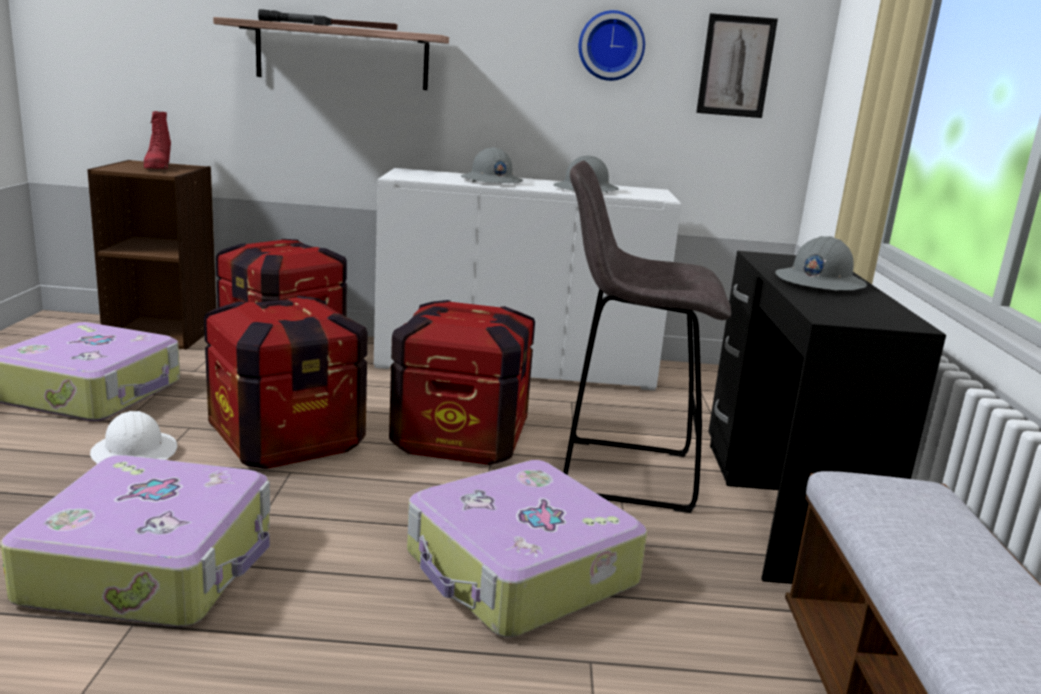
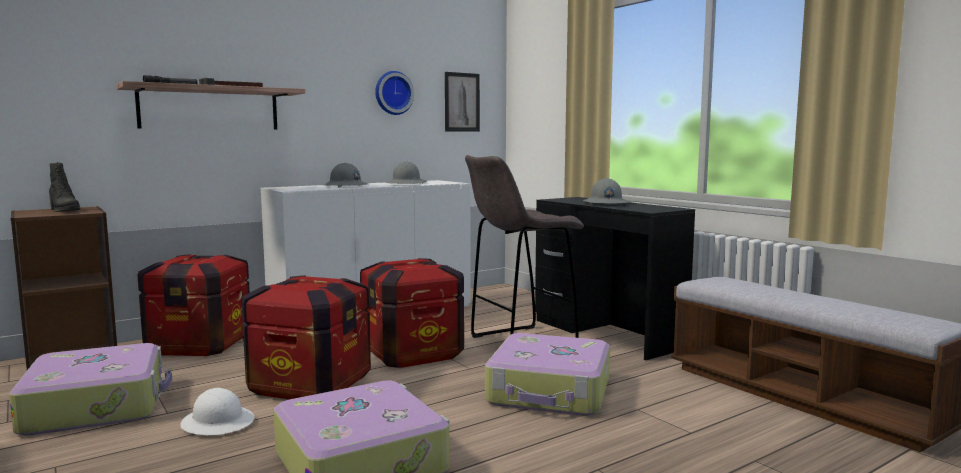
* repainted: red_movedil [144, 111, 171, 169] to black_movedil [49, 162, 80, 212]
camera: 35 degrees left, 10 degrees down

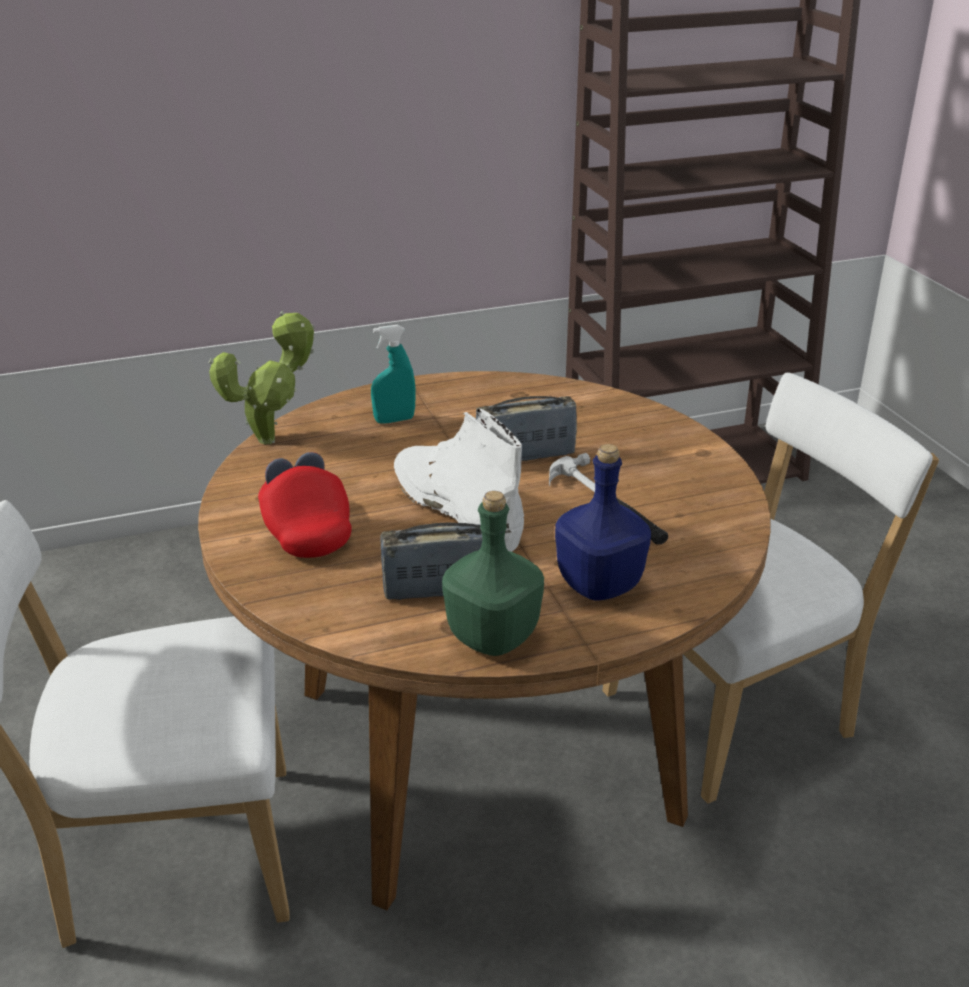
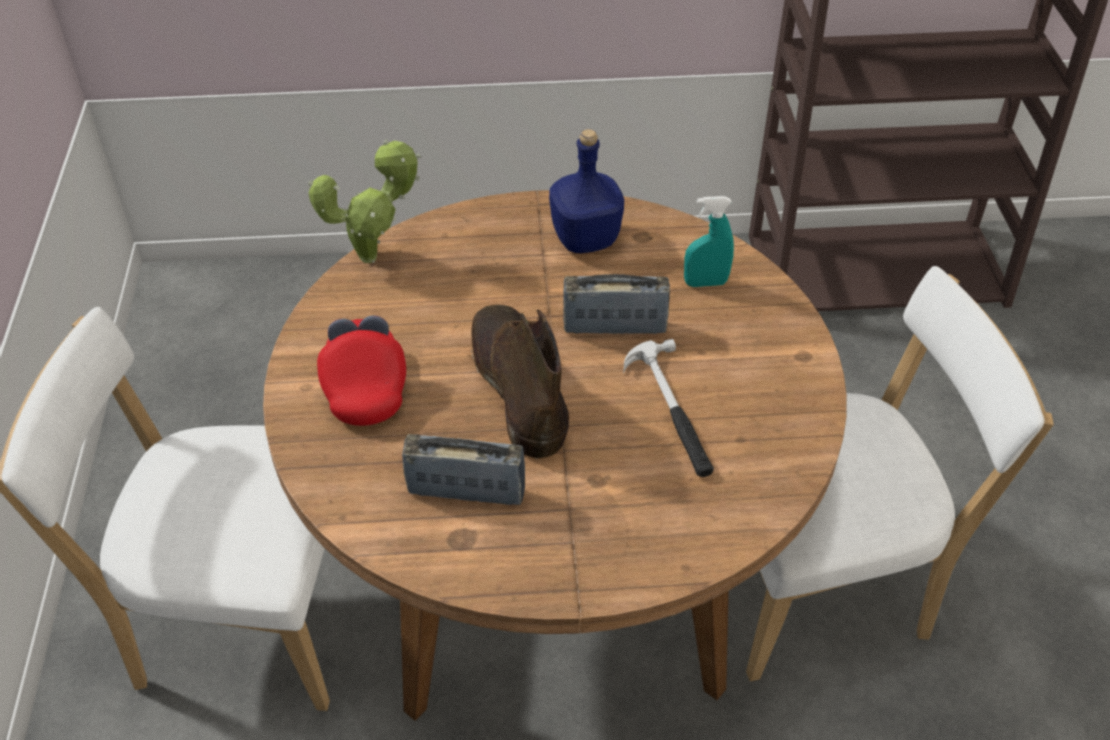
* shifted: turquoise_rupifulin [371, 325, 416, 424] to [684, 196, 734, 287]
* repainted: white_movedil [394, 409, 524, 552] to brown_movedil [471, 305, 569, 459]
* gone: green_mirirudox [442, 491, 544, 656]
* shifted: blue_mirirudox [555, 444, 651, 601] to [549, 129, 624, 253]
camera: 15 degrees right, 15 degrees up

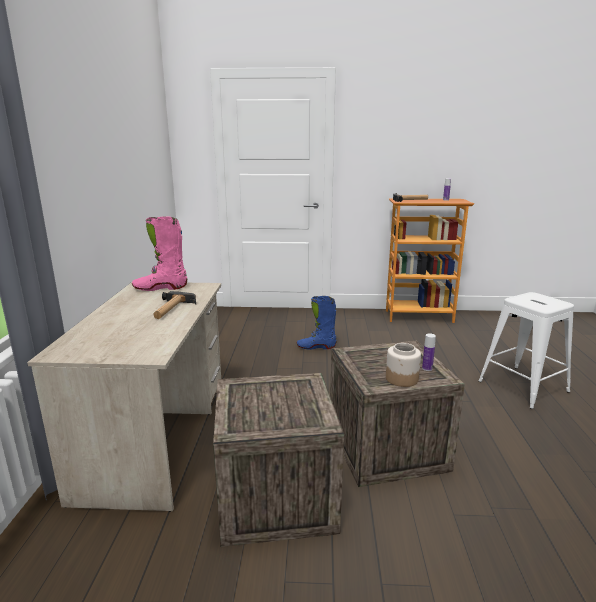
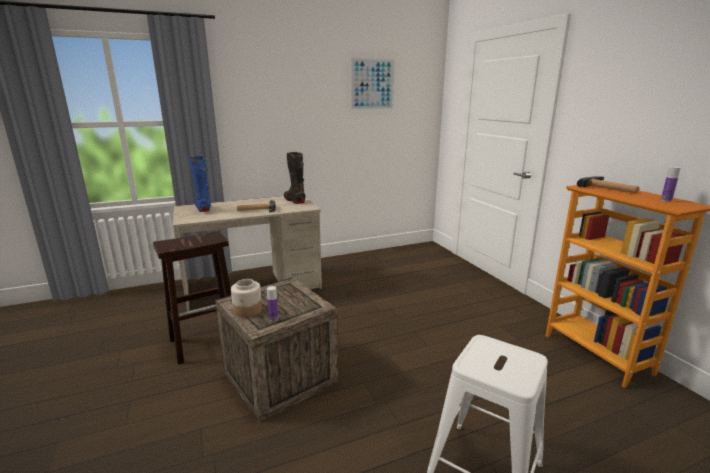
* repainted: pink_movedil [132, 216, 187, 291] to black_movedil [284, 152, 306, 204]
* swapped: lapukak [213, 373, 344, 547] to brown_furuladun [153, 231, 231, 365]
* shifted: blue_movedil [297, 296, 337, 350] to [188, 156, 211, 212]
* new: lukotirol [350, 58, 395, 110]
camera: 65 degrees right, 0 degrees up

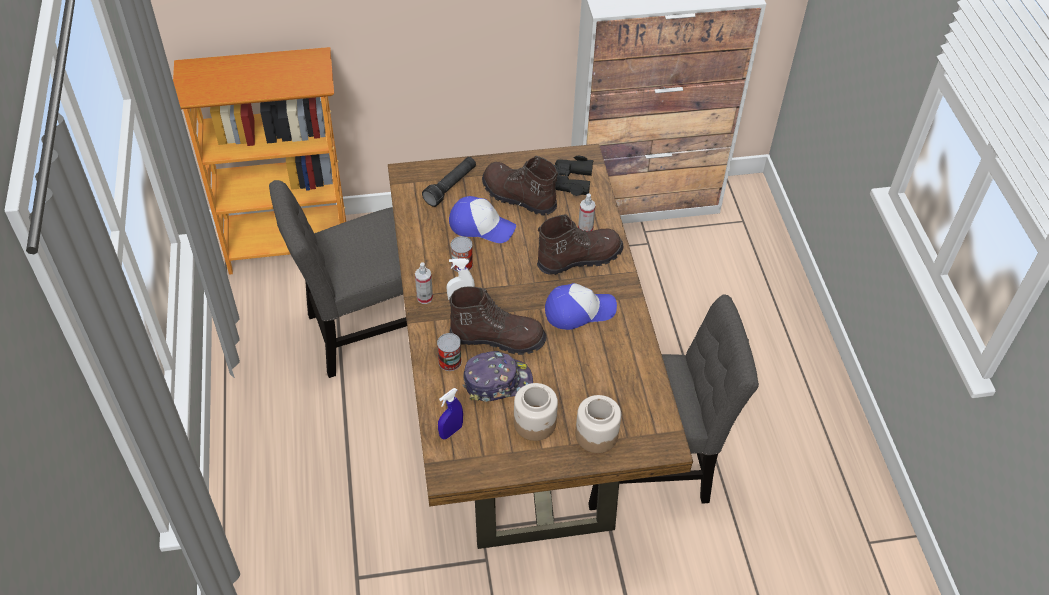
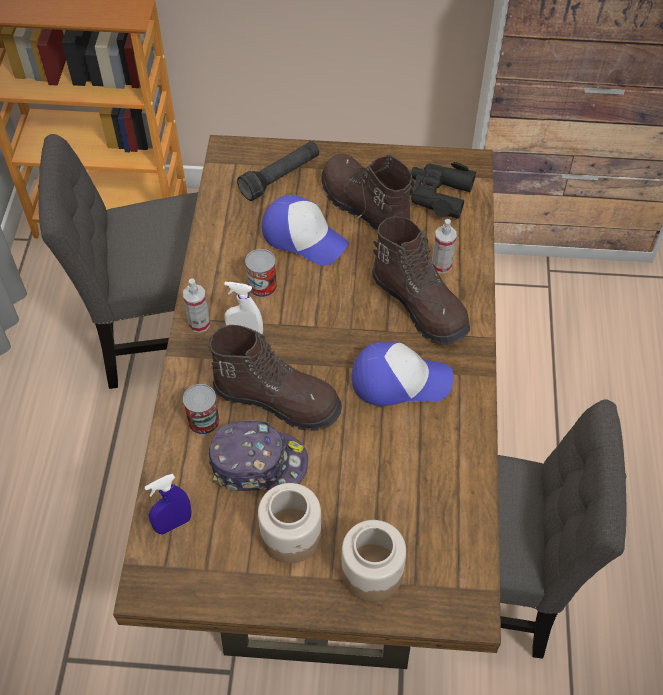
* rotated: brown_movedil [537, 214, 623, 275] = [372, 216, 470, 345] 60 degrees clockwise
camera: 15 degrees right, 5 degrees up

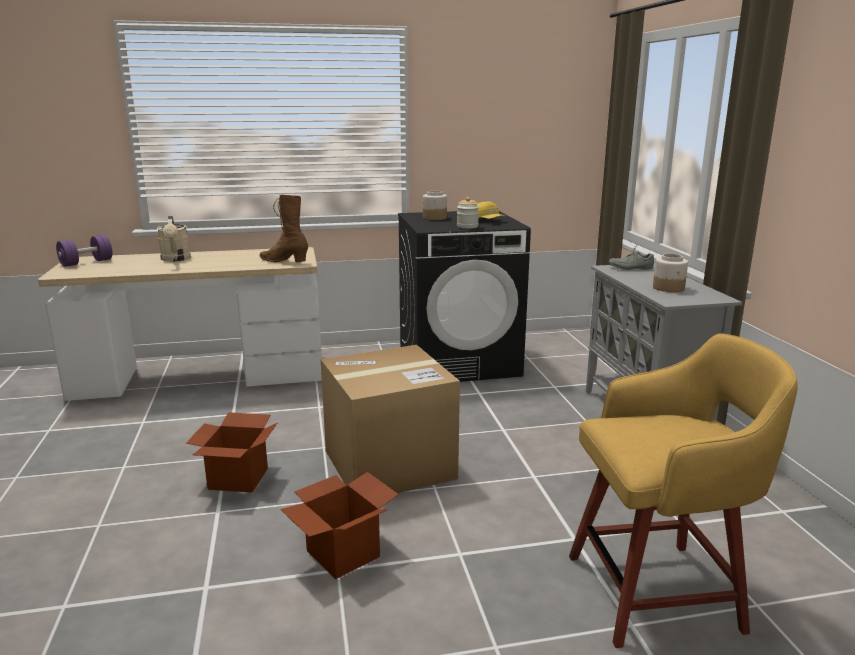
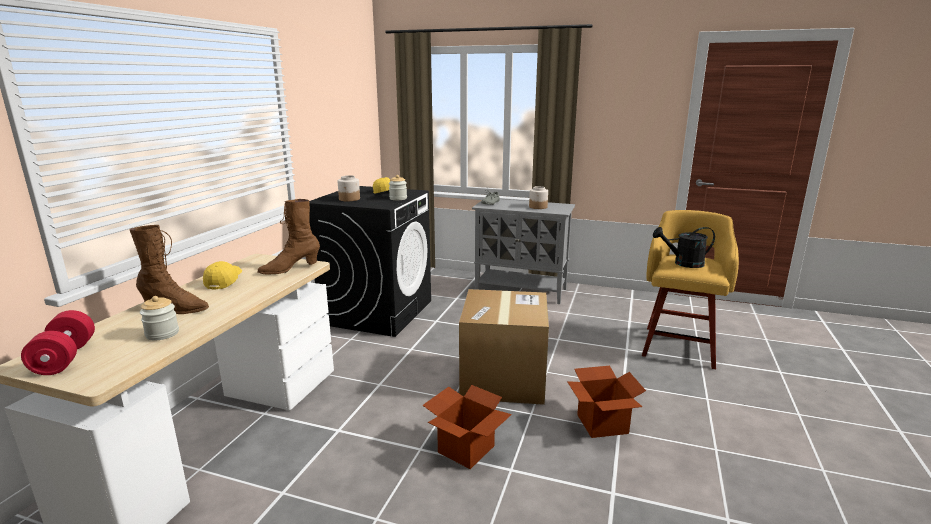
* repainted: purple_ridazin [56, 235, 112, 267] to red_ridazin [21, 310, 95, 375]
* swapped: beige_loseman [157, 216, 191, 262] to brown_movedil [129, 225, 209, 314]
* new: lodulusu [140, 296, 179, 340]
* new: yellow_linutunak [203, 261, 242, 290]
* new: black_loseman [653, 227, 715, 268]
camera: 60 degrees left, 0 degrees up

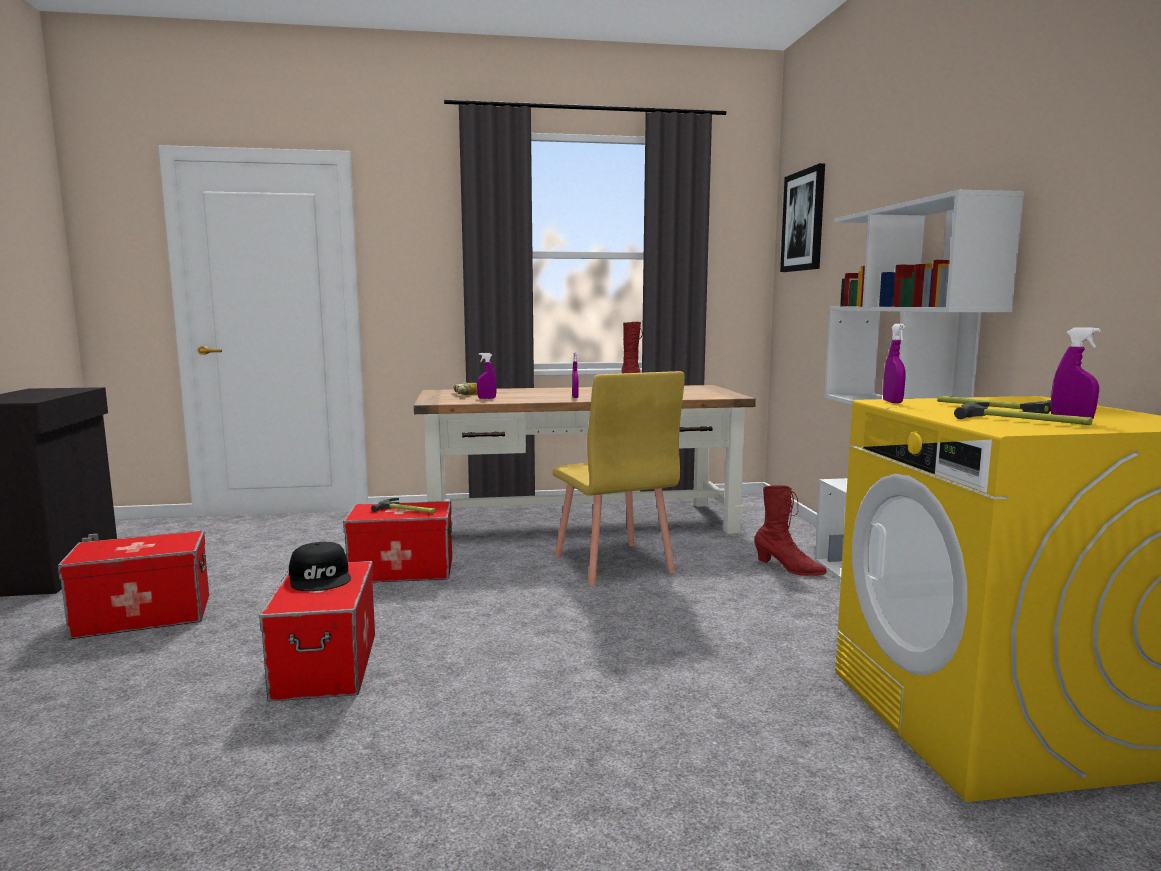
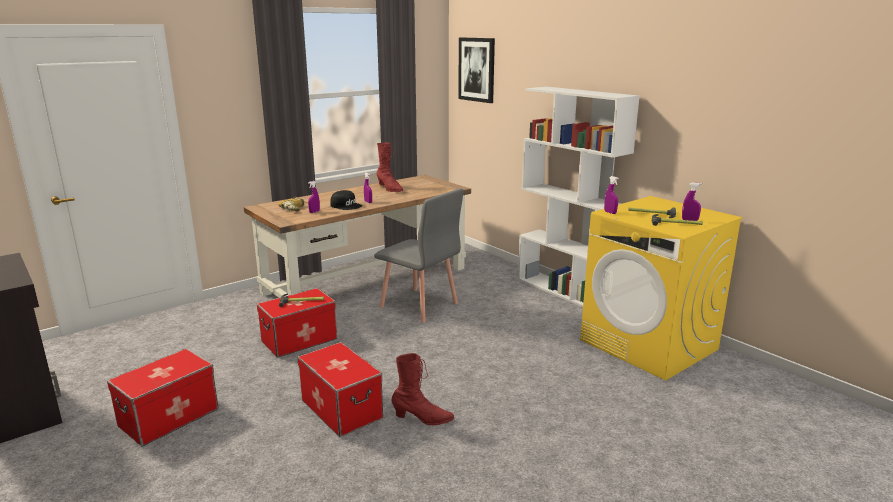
* shifted: black_linutunak [289, 542, 351, 591] to [330, 190, 362, 210]
* repainted: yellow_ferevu [552, 371, 685, 586] to grey_ferevu [374, 188, 464, 322]
* shifted: red_movedil [754, 485, 827, 576] to [392, 353, 454, 425]
camera: 30 degrees left, 10 degrees up

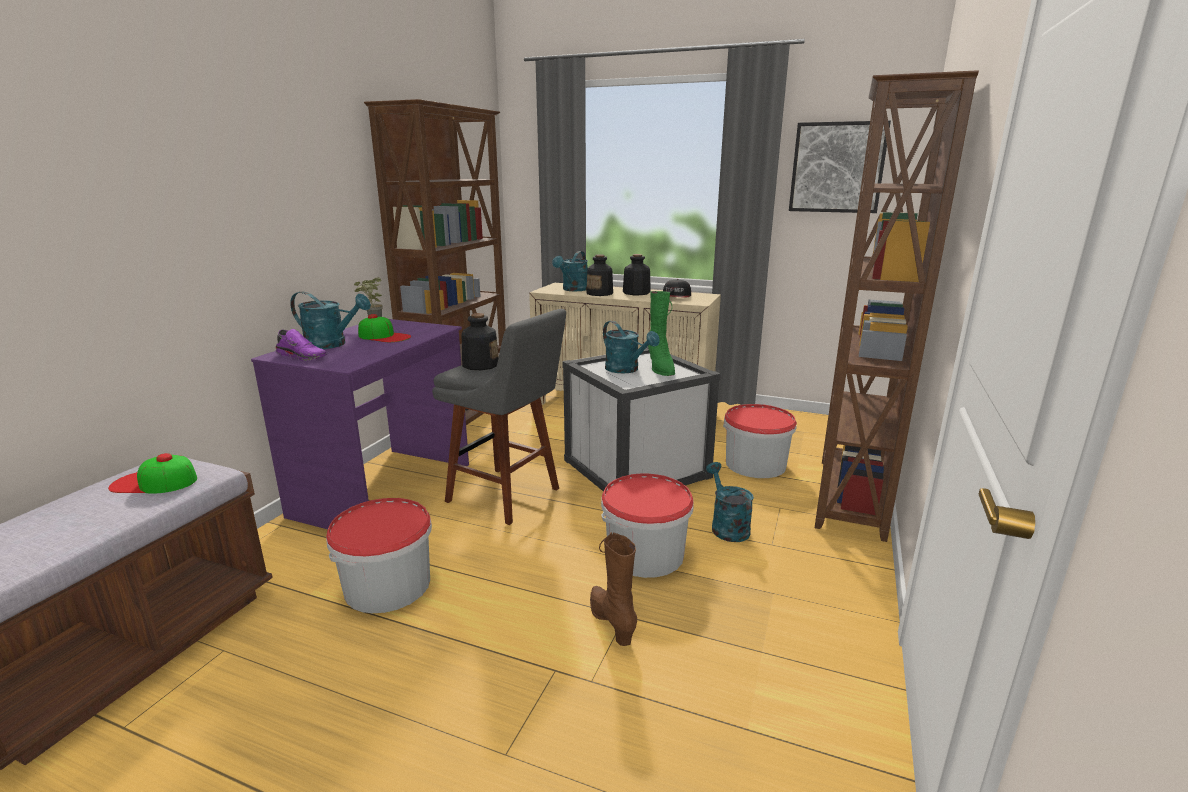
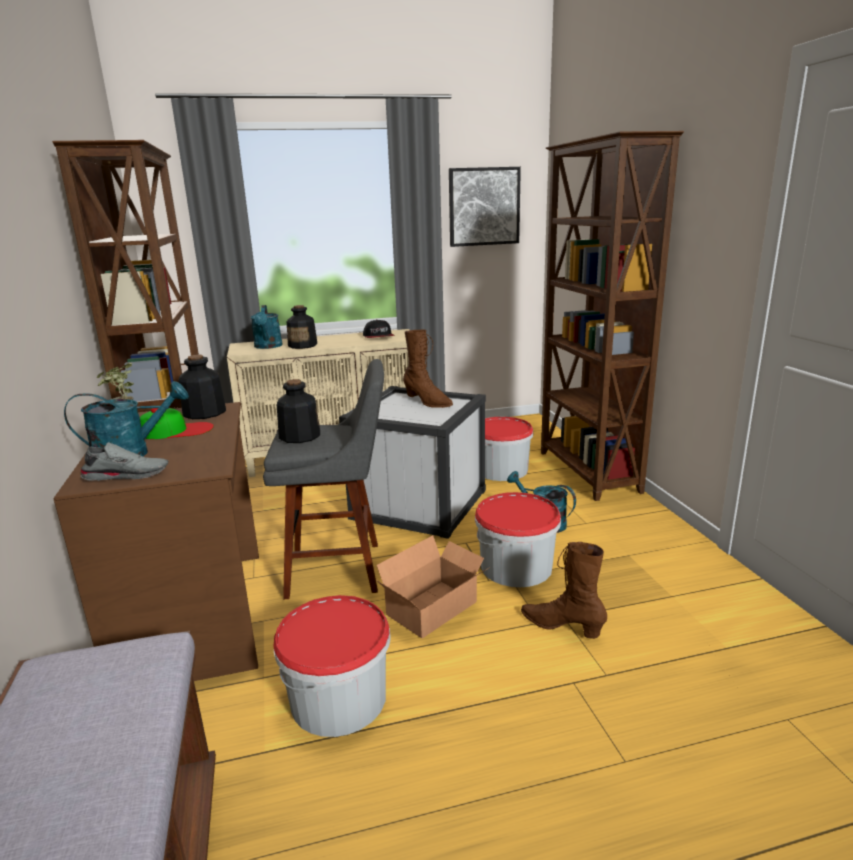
* gone: linutunak [108, 453, 197, 494]
* repainted: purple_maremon [251, 319, 469, 529] to brown_maremon [54, 402, 259, 681]
* repainted: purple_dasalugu [276, 329, 327, 361] to grey_dasalugu [81, 442, 168, 481]
* gone: turquoise_loseman [603, 321, 660, 373]
* shifted: mirirudox [623, 254, 651, 295] to [178, 355, 226, 419]
* repainted: green_movedil [648, 291, 675, 376] to brown_movedil [403, 330, 453, 408]
* new: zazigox [377, 535, 490, 638]
camera: 35 degrees left, 0 degrees up

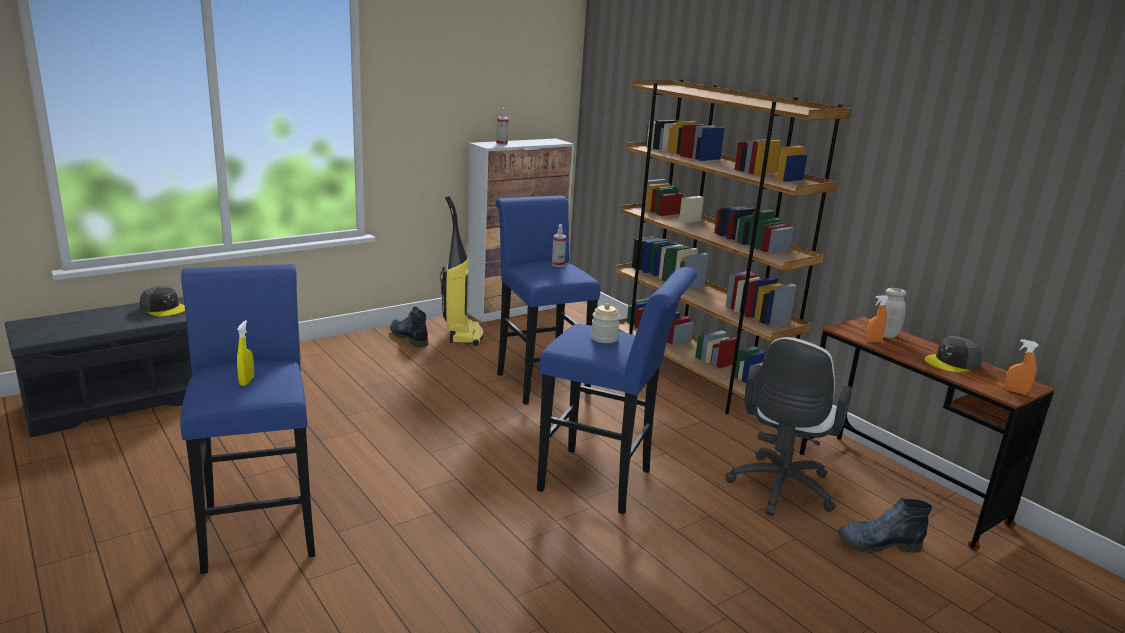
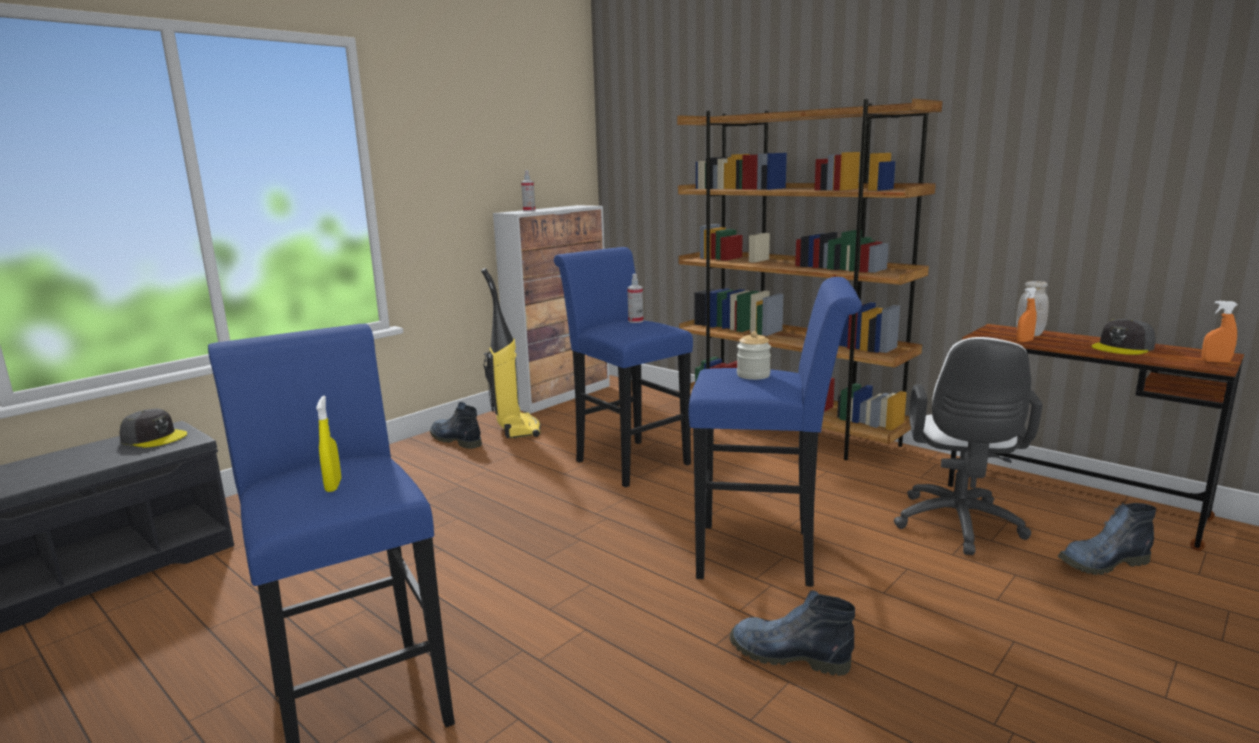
* new: movedil [730, 590, 855, 676]
camera: 10 degrees left, 5 degrees down

